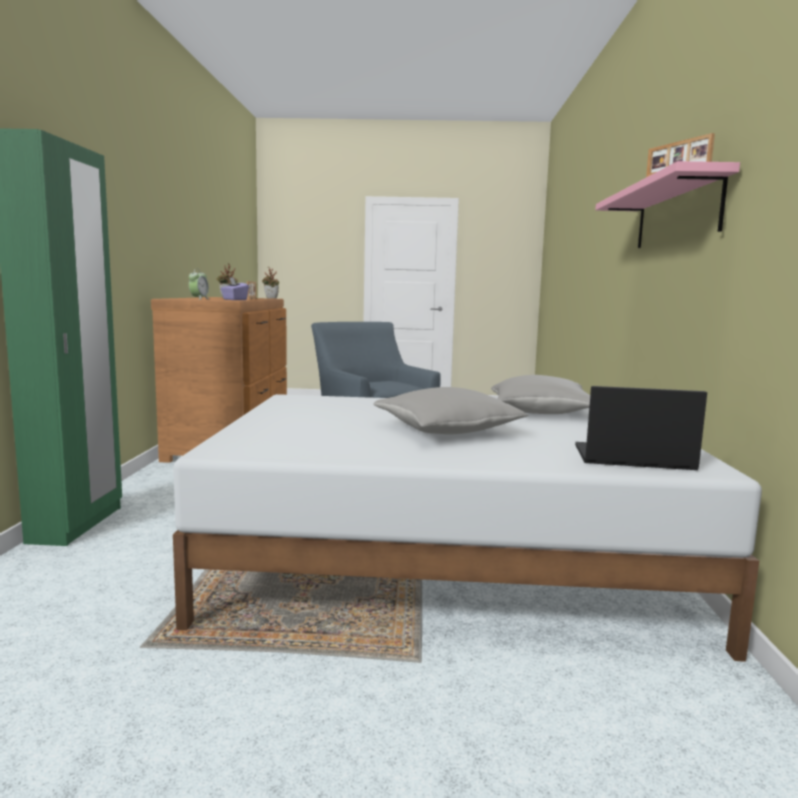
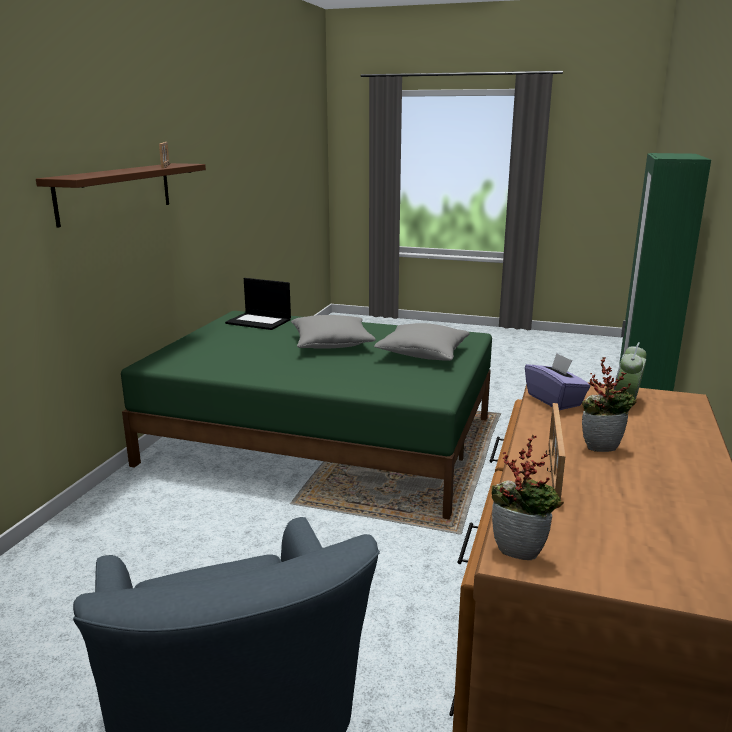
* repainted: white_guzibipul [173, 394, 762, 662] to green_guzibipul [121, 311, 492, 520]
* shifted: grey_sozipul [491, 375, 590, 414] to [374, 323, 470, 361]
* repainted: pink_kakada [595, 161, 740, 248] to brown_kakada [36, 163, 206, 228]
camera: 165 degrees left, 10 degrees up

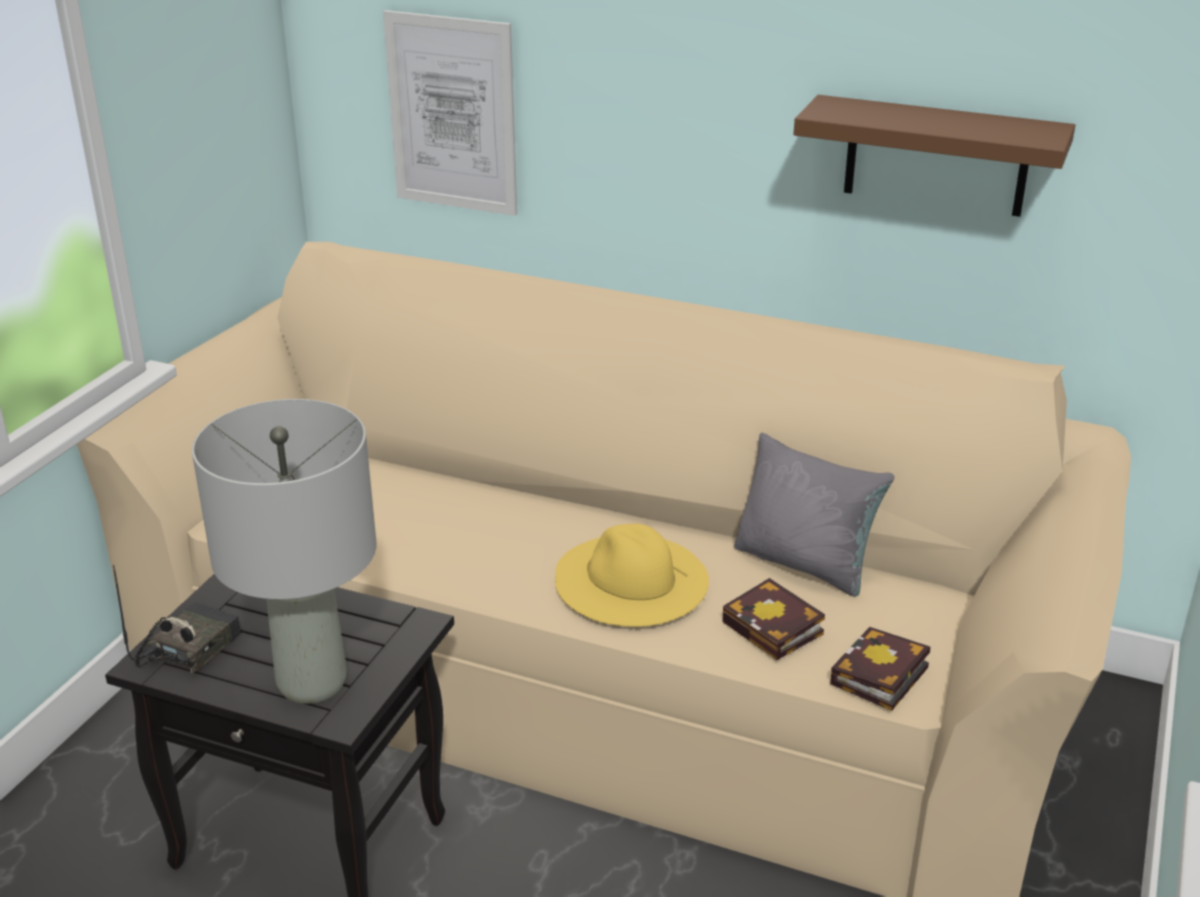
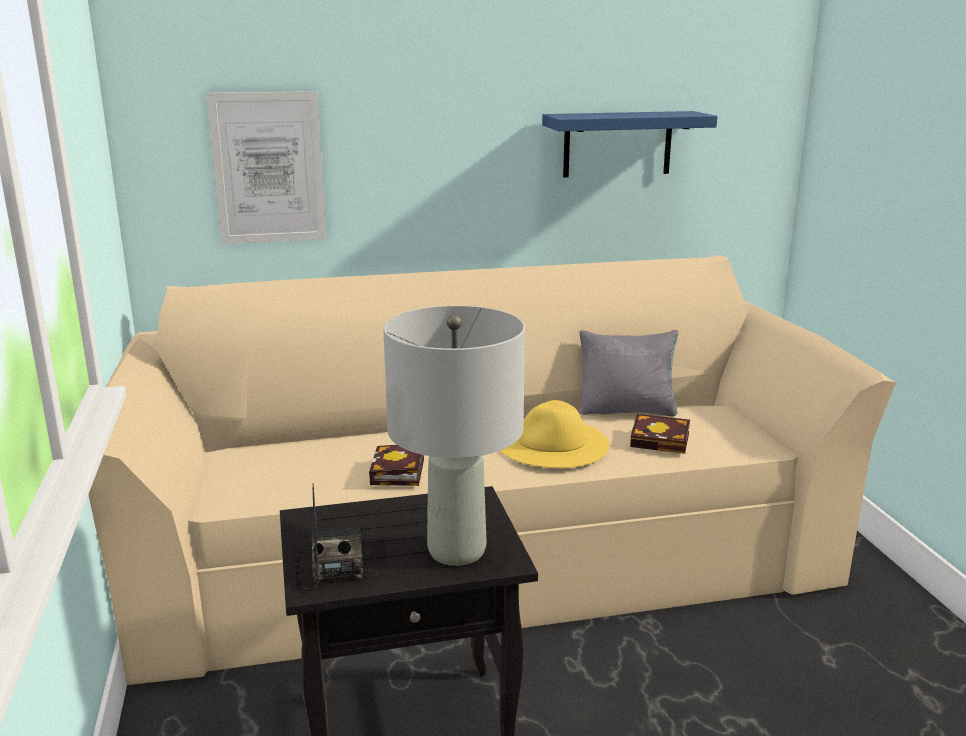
* repainted: brown_kakada [794, 95, 1075, 217] to blue_kakada [542, 111, 717, 177]
* shifted: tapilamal [830, 627, 930, 711] to [369, 445, 424, 486]
camera: 35 degrees left, 10 degrees down

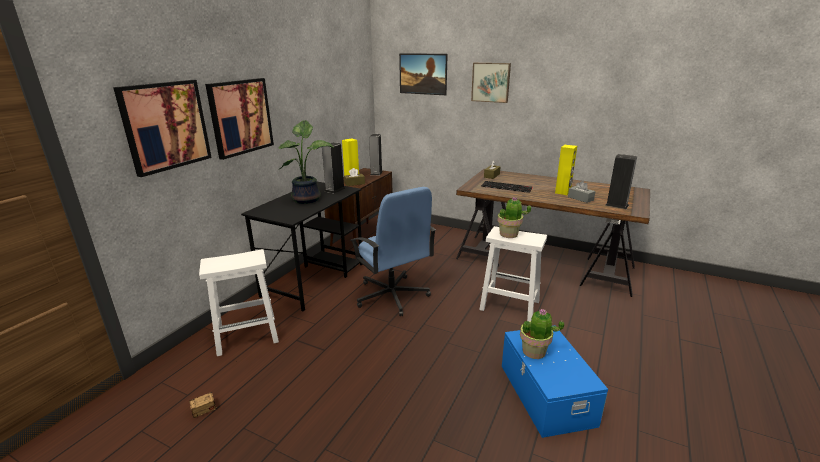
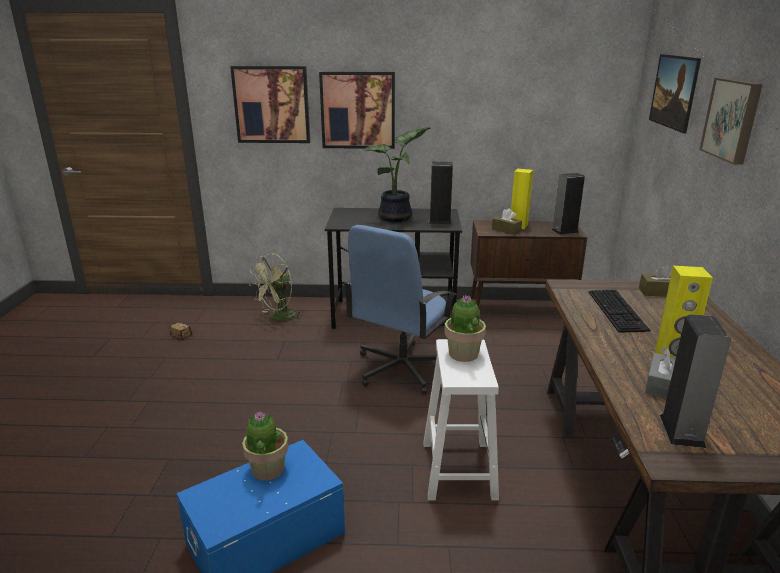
* swapped: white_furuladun [199, 249, 279, 356] to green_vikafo [249, 253, 304, 323]
camera: 65 degrees right, 0 degrees up

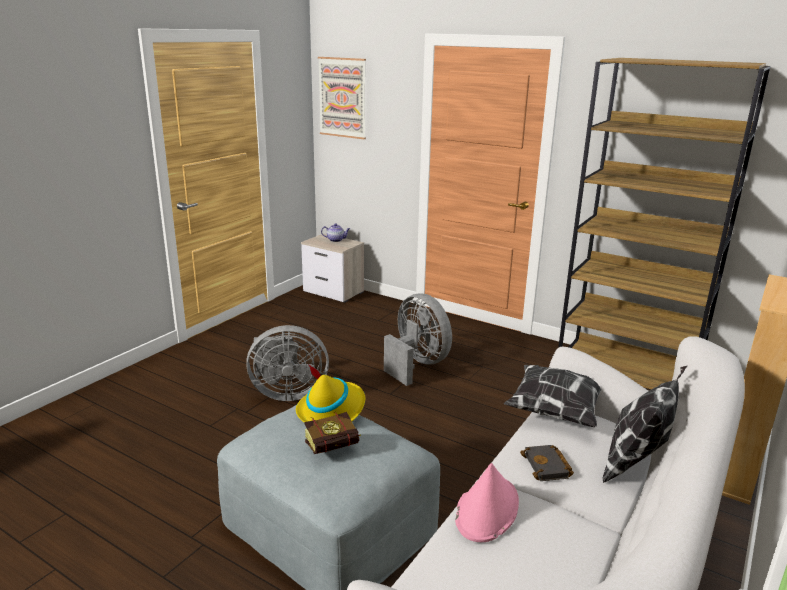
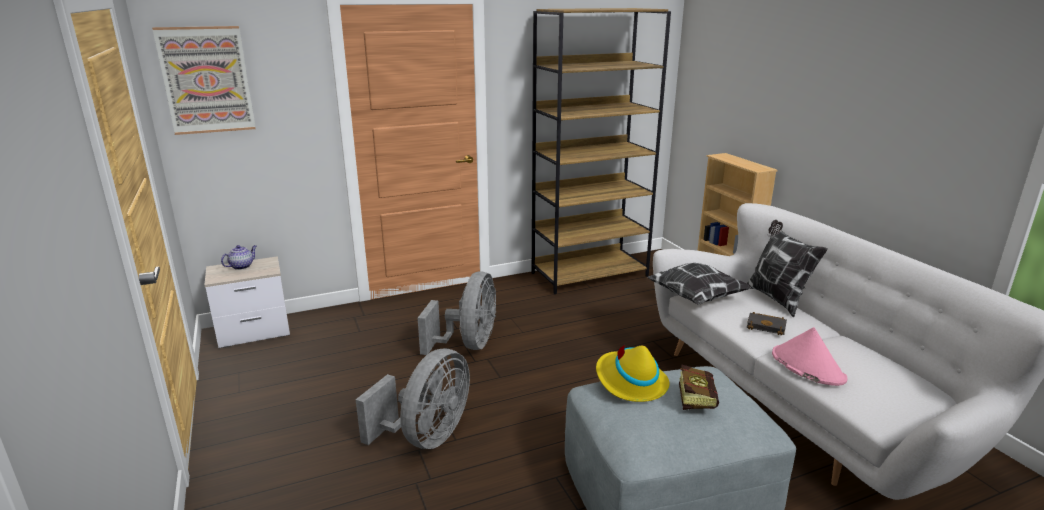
* rotated: grey_vikafo [384, 293, 452, 386] = [418, 272, 496, 355] 105 degrees clockwise
camera: 55 degrees left, 0 degrees up

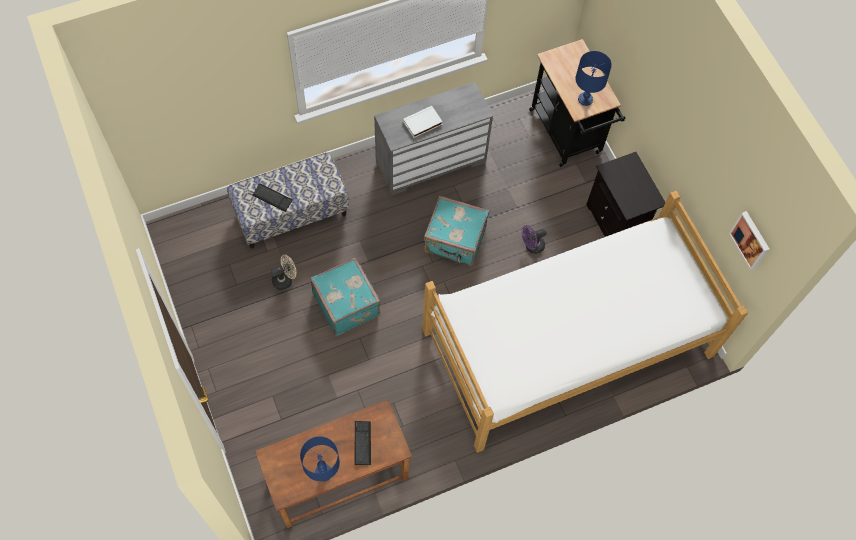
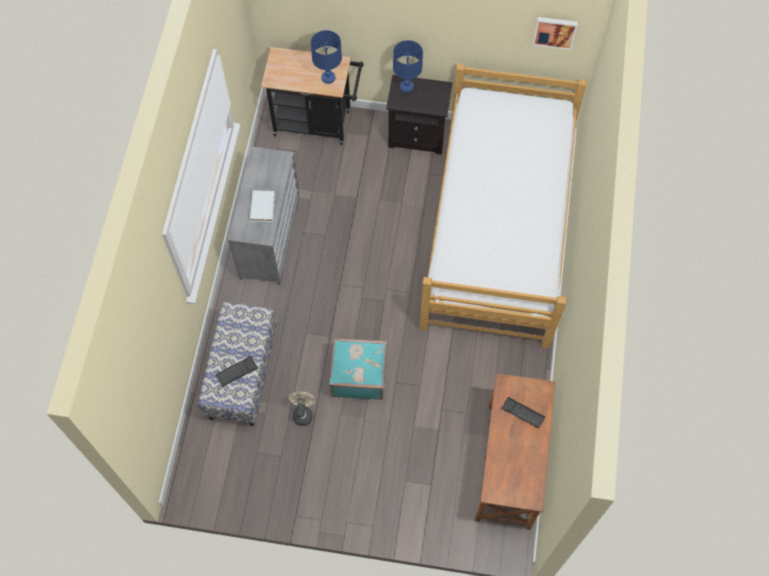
* shifted: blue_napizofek [300, 436, 340, 482] to [393, 40, 423, 93]
* gone: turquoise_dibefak [424, 196, 489, 267]
* gone: purple_vikafo [522, 225, 547, 254]
camera: 55 degrees left, 0 degrees up

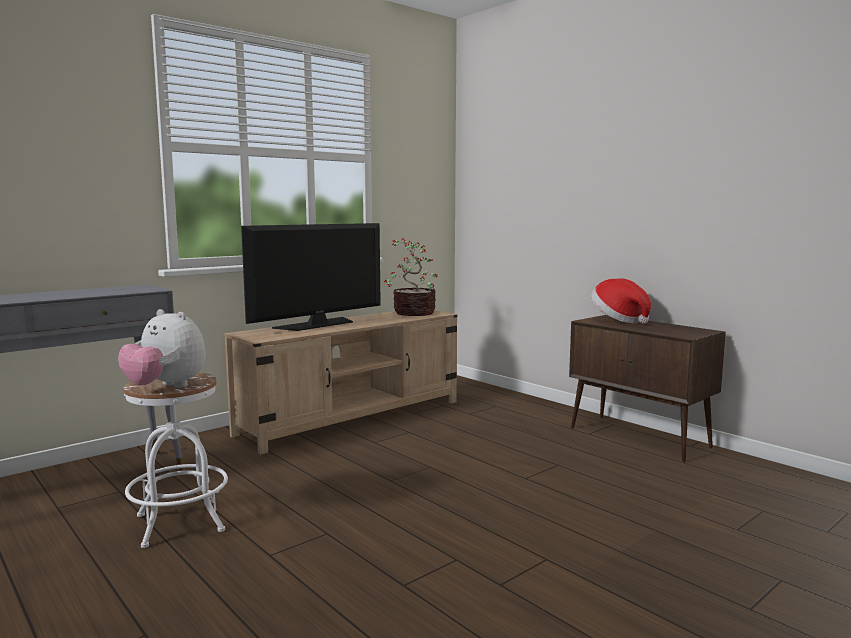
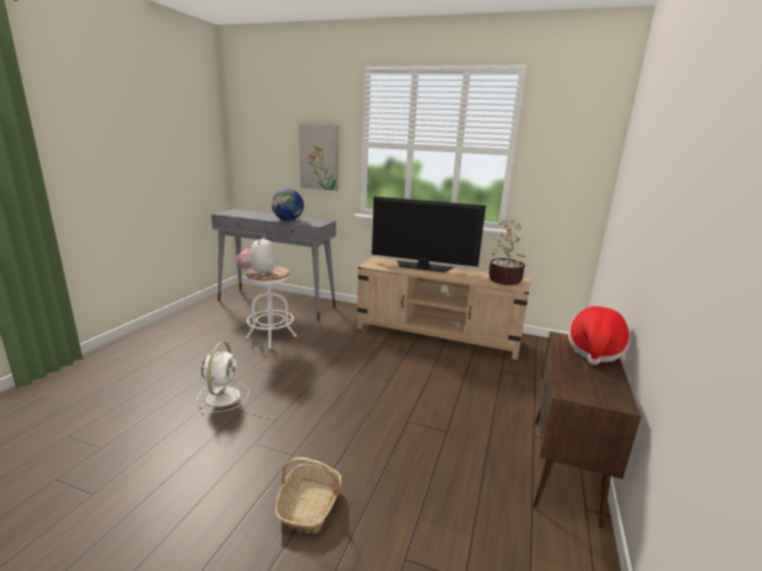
* new: white_vikafo [197, 342, 249, 413]
* new: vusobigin [271, 189, 304, 221]
* new: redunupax [275, 457, 341, 532]
* new: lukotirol [299, 124, 339, 191]
camera: 60 degrees right, 10 degrees up

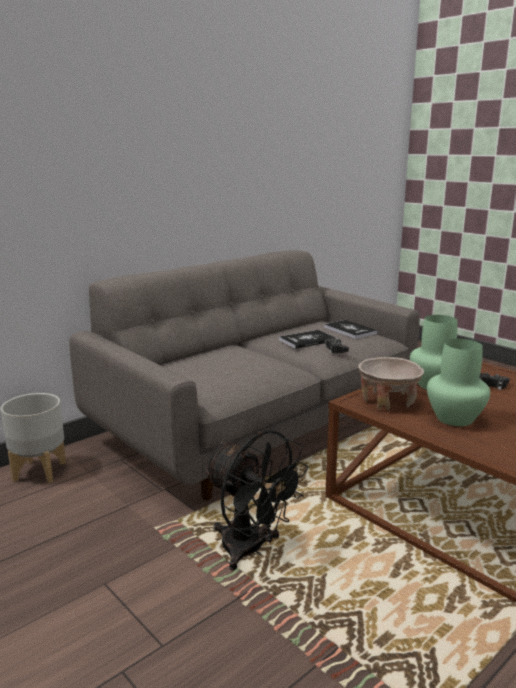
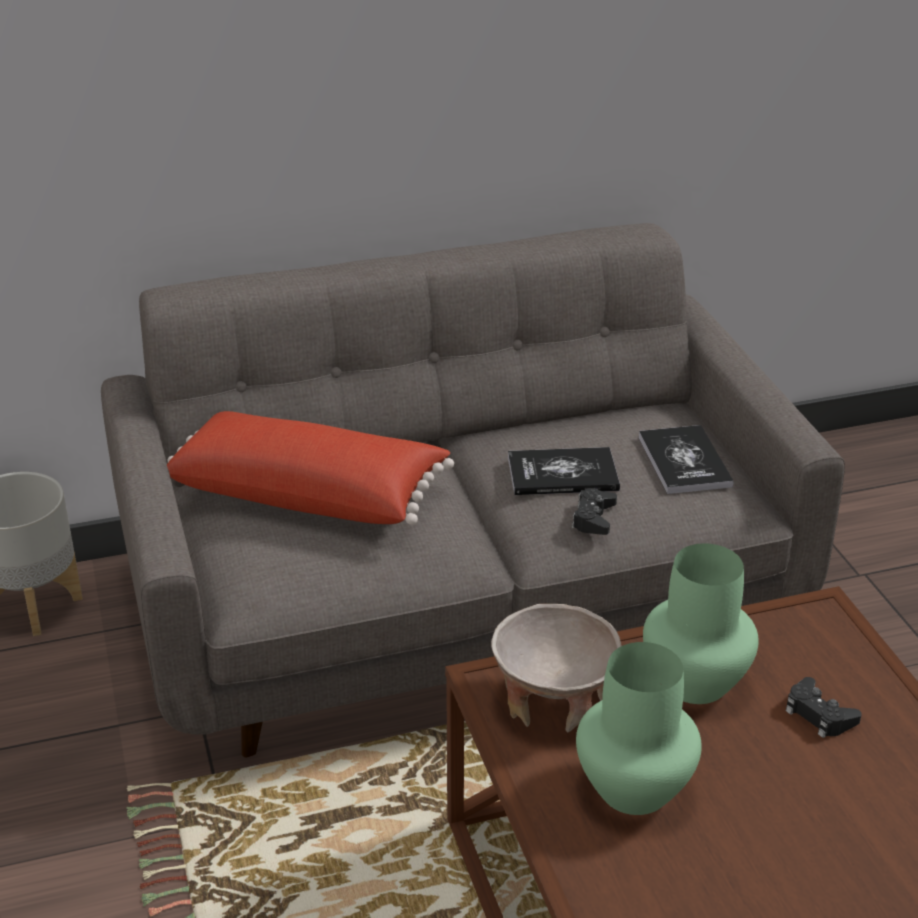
* gone: black_vikafo [203, 430, 309, 571]
* new: red_sozipul [167, 411, 454, 525]
camera: 25 degrees right, 15 degrees up

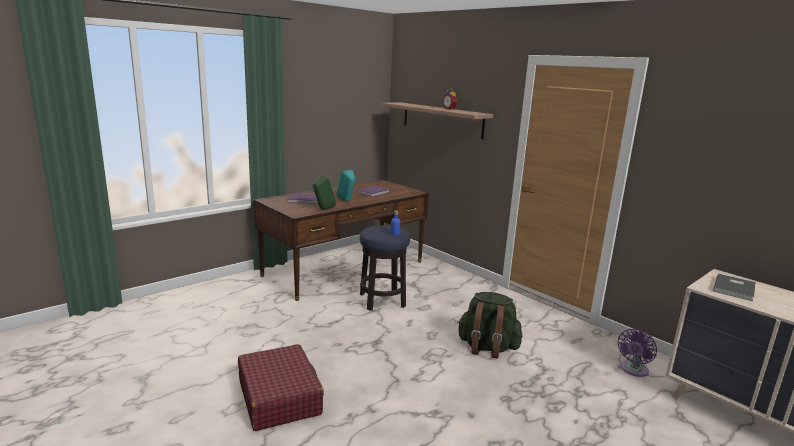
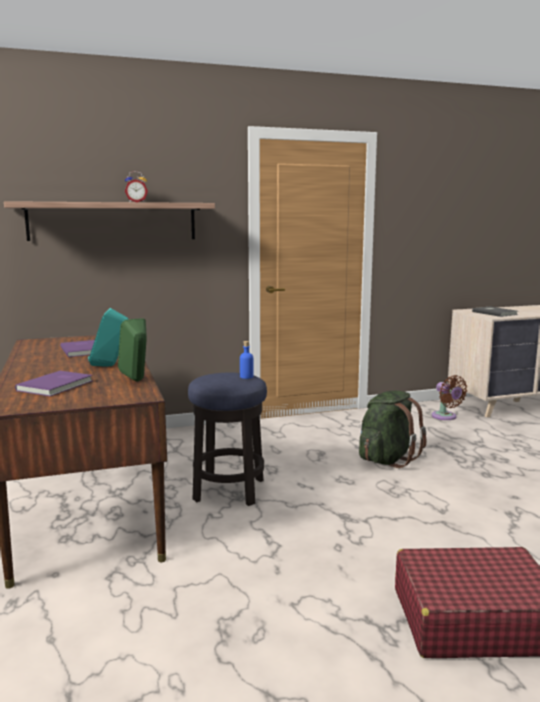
* repainted: purple_vikafo [618, 329, 657, 377] to brown_vikafo [431, 375, 468, 420]
camera: 65 degrees left, 5 degrees down

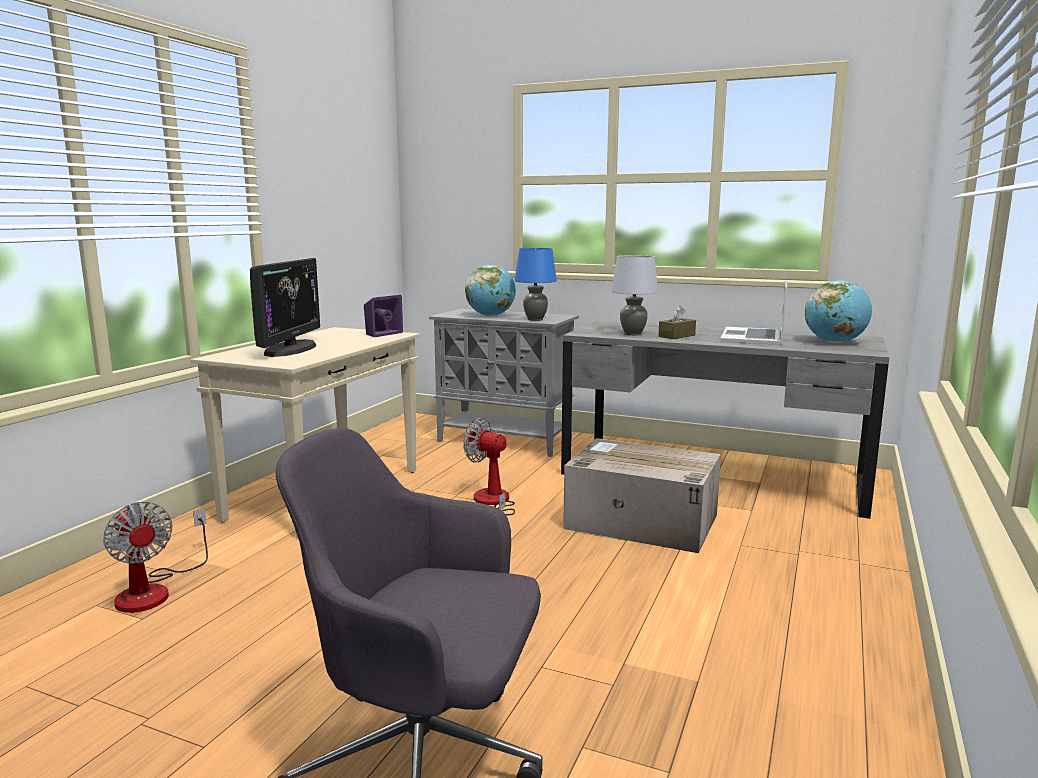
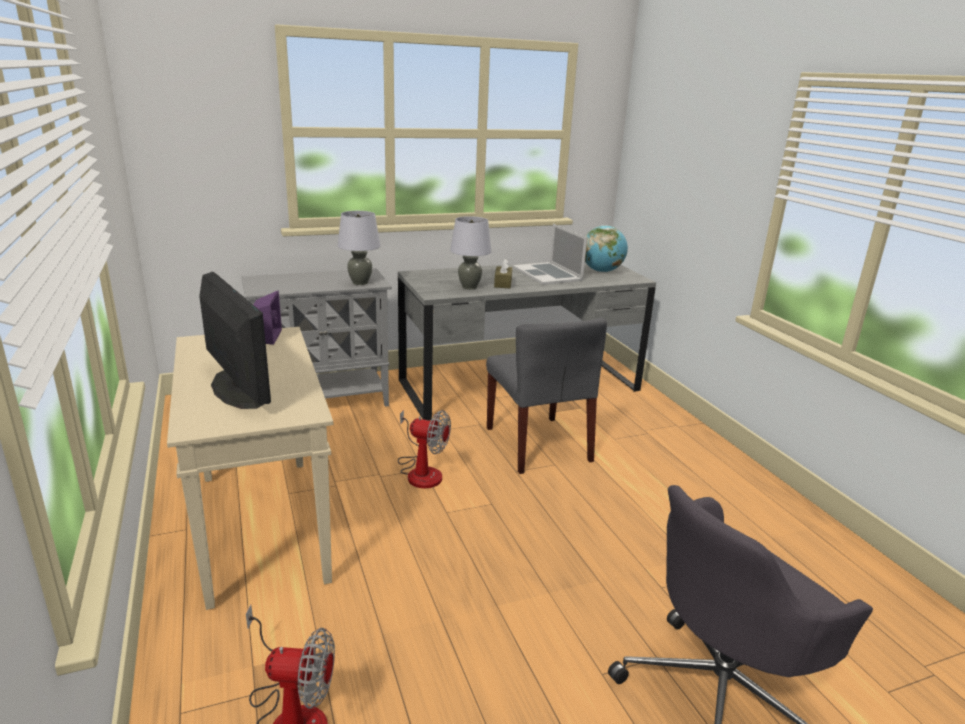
* rotated: vikafo [463, 418, 515, 515] = [398, 410, 451, 488] 150 degrees counterclockwise
* gone: vusobigin [465, 265, 516, 316]
* repainted: blue_napizofek [514, 248, 557, 321] to grey_napizofek [338, 211, 381, 285]
* swapped: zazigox [563, 438, 721, 553] to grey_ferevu [486, 317, 607, 474]
camera: 45 degrees left, 10 degrees up

